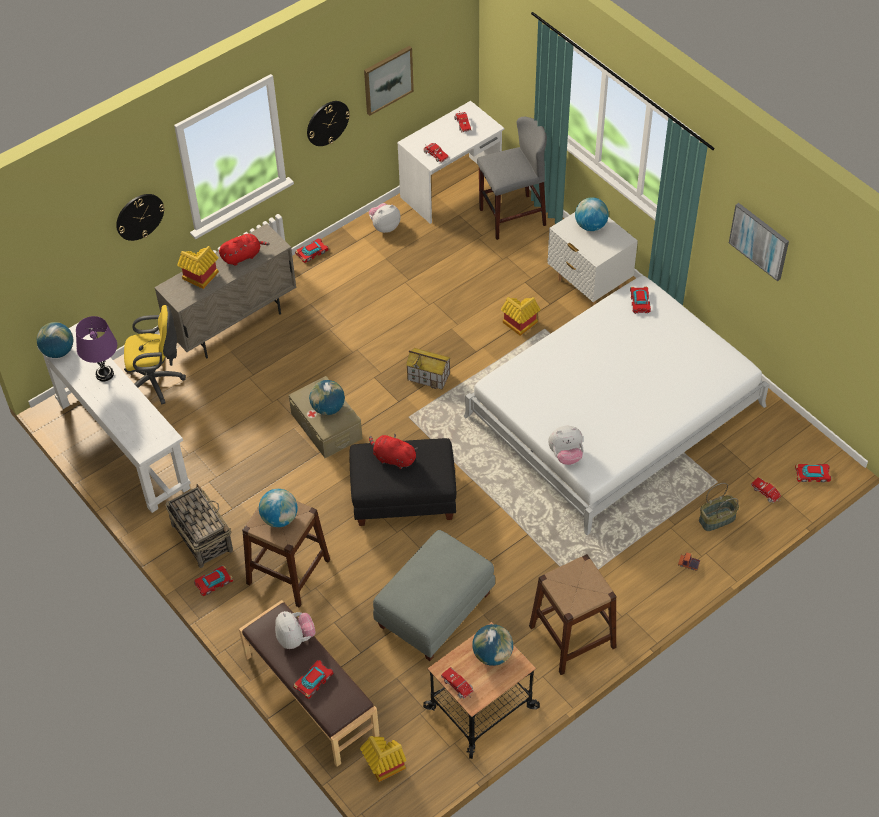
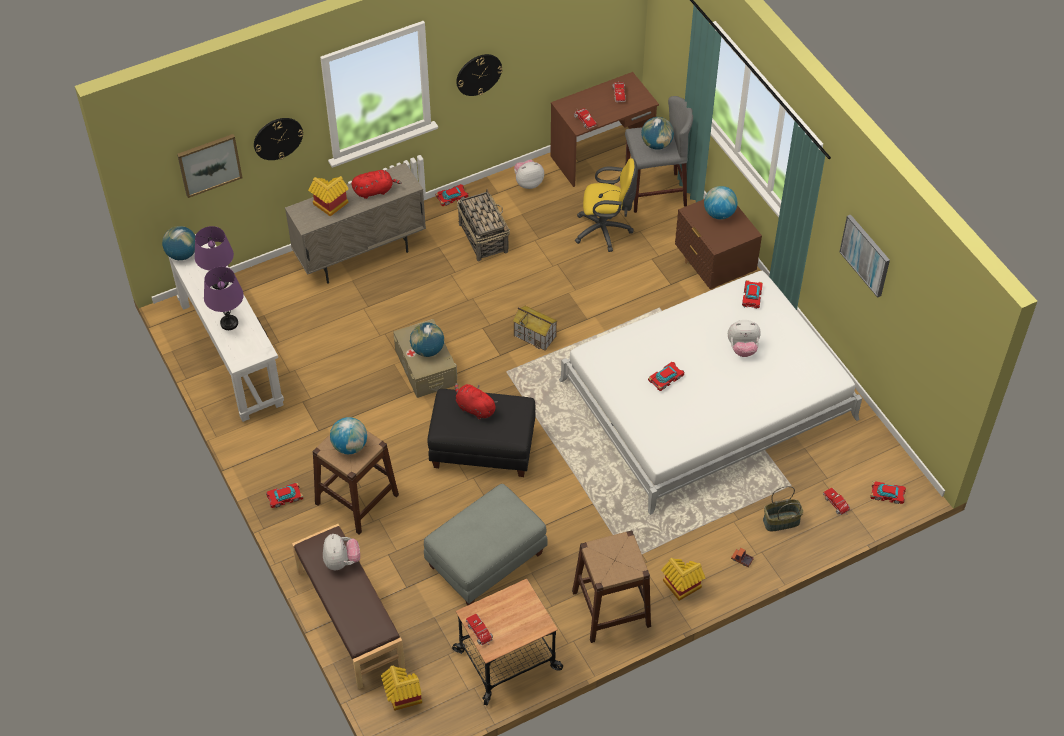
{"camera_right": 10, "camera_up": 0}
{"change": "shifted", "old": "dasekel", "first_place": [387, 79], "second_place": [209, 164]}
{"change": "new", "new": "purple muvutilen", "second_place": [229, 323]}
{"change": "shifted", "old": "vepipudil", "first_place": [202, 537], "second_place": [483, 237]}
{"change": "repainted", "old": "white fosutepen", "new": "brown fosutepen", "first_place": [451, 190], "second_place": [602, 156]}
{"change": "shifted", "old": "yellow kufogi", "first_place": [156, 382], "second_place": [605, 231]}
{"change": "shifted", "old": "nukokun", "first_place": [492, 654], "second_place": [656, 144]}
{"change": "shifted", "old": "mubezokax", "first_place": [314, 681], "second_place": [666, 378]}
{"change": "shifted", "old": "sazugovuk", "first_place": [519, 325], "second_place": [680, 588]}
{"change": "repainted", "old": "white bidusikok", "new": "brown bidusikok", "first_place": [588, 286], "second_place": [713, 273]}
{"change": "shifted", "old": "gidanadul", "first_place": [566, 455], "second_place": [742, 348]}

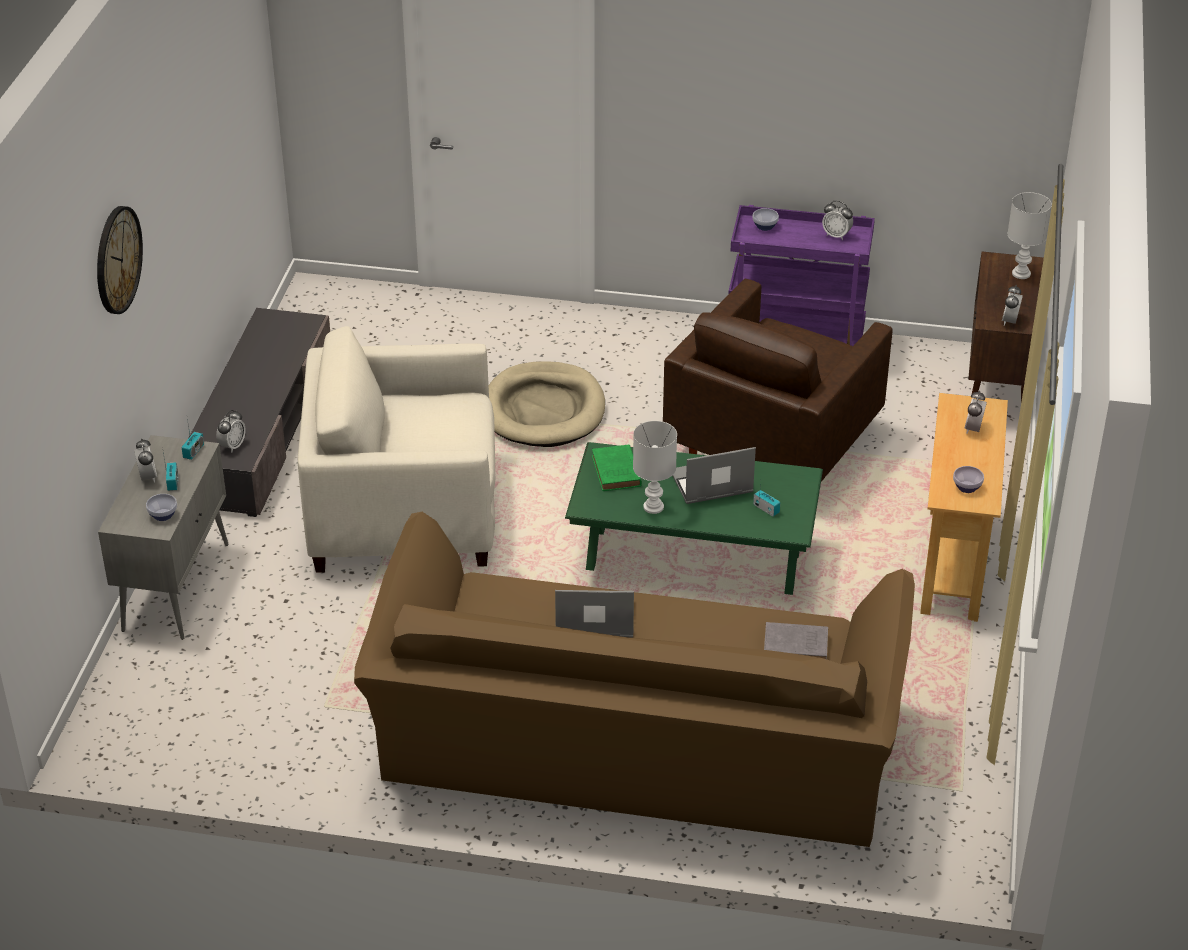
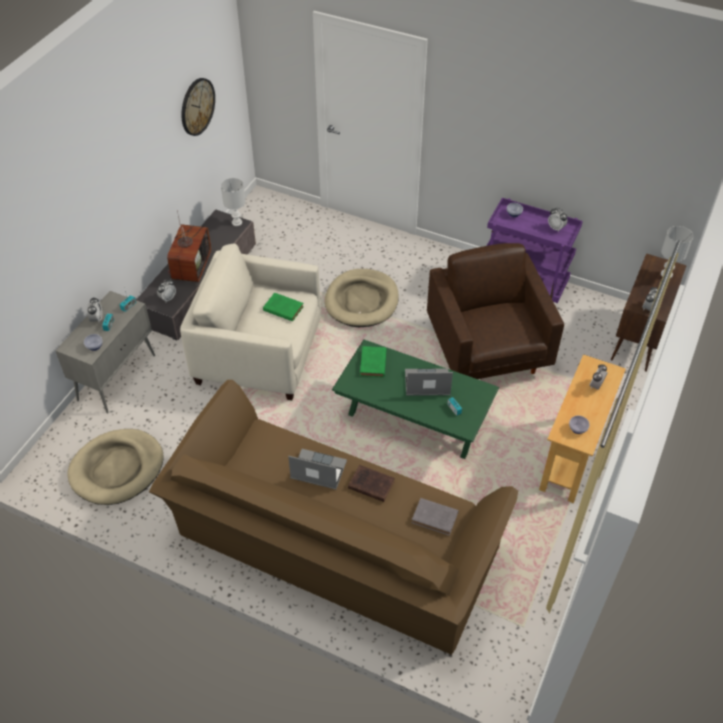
{"camera_right": 15, "camera_up": 10}
{"change": "new", "new": "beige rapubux", "second_place": [117, 469]}
{"change": "new", "new": "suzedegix", "second_place": [190, 265]}
{"change": "shifted", "old": "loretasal", "first_place": [117, 259], "second_place": [197, 106]}
{"change": "shifted", "old": "white muvutilen", "first_place": [653, 506], "second_place": [237, 222]}
{"change": "new", "new": "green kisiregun", "second_place": [282, 308]}
{"change": "new", "new": "brown kisiregun", "second_place": [370, 484]}
{"change": "rotated", "old": "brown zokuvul", "first_place": [773, 445], "second_place": [488, 351], "degrees": 120}

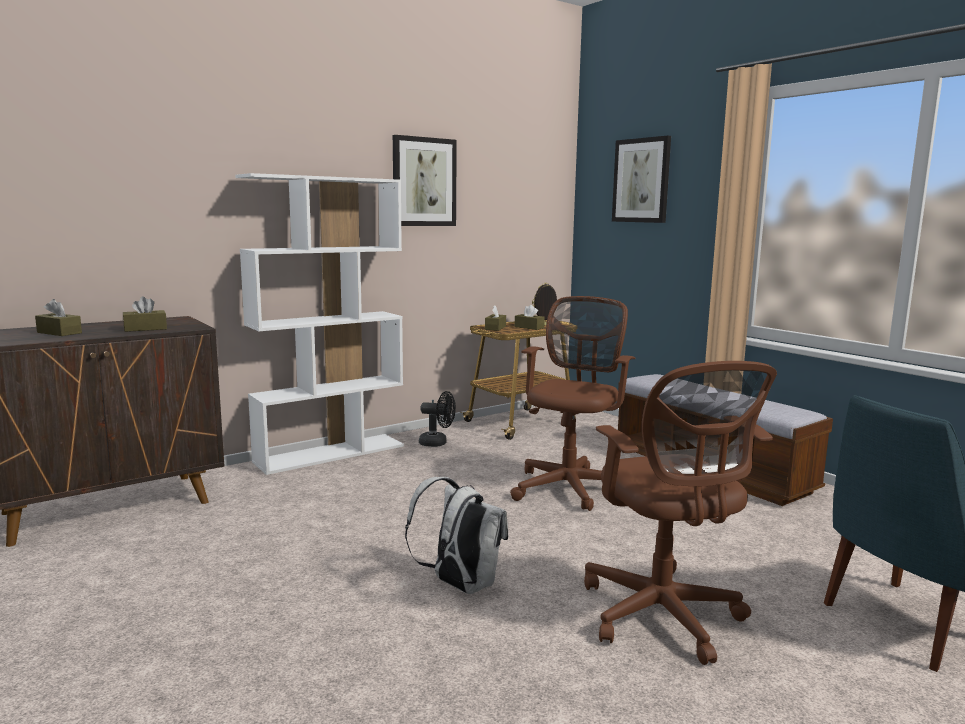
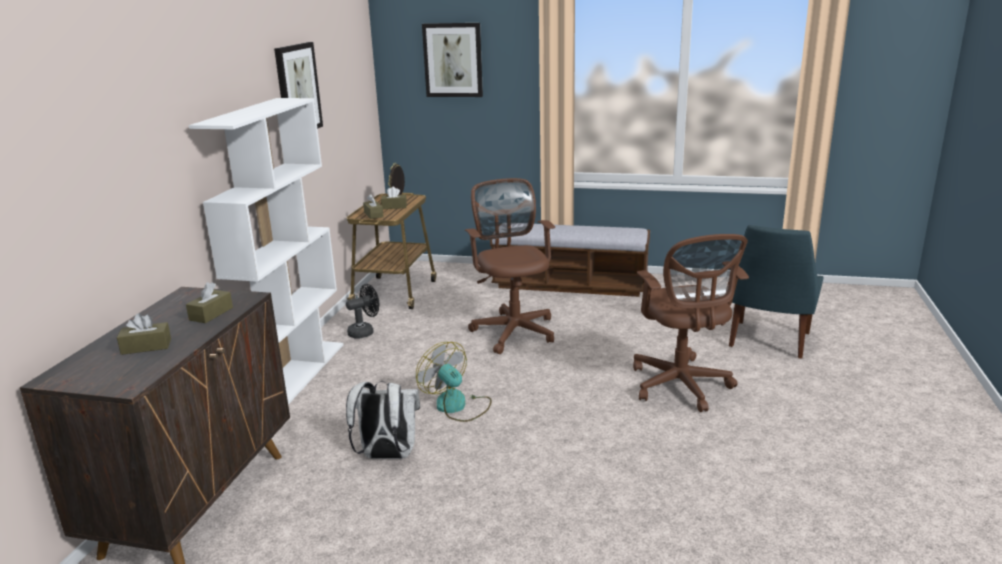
{"camera_right": -40, "camera_up": 10}
{"change": "shifted", "old": "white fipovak", "first_place": [459, 585], "second_place": [386, 456]}
{"change": "new", "new": "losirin", "second_place": [457, 406]}
{"change": "rotated", "old": "brown kufogi", "first_place": [663, 617], "second_place": [681, 387], "degrees": 45}

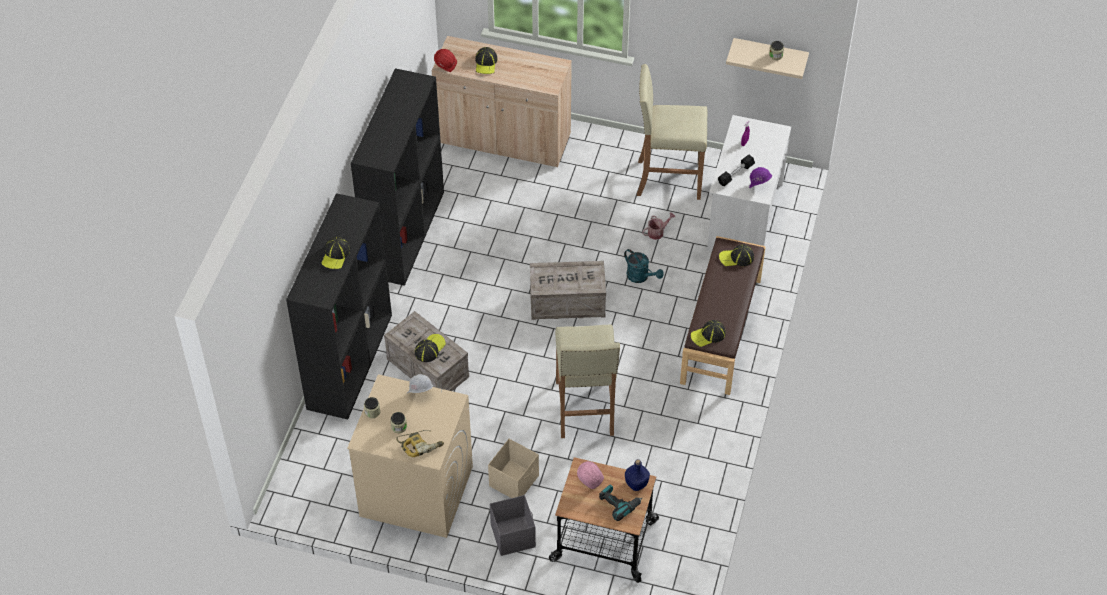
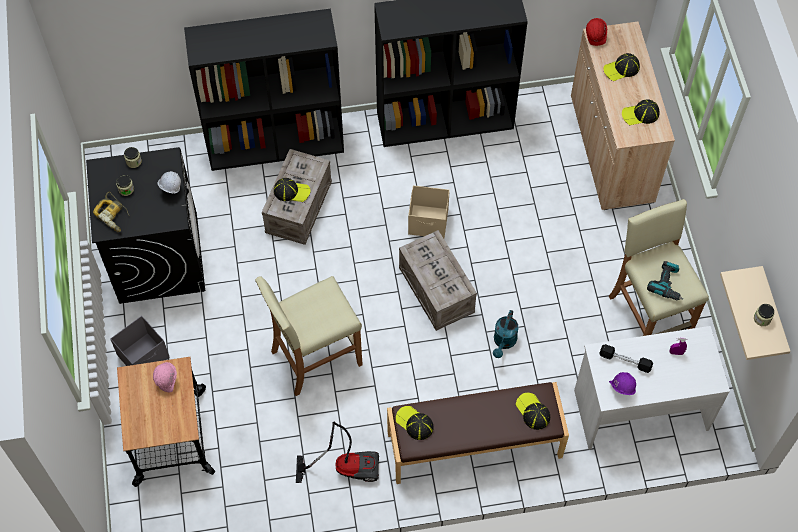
{"camera_right": 65, "camera_up": 10}
{"change": "repainted", "old": "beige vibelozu", "new": "black vibelozu", "first_place": [415, 491], "second_place": [158, 257]}
{"change": "new", "new": "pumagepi", "second_place": [345, 466]}
{"change": "shifted", "old": "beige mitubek", "first_place": [514, 480], "second_place": [429, 222]}
{"change": "shifted", "old": "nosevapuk", "first_place": [336, 255], "second_place": [640, 114]}
{"change": "shifted", "old": "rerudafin", "first_place": [619, 503], "second_place": [667, 284]}
{"change": "gone", "old": "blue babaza", "first_place": [636, 483]}
{"change": "gone", "old": "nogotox", "first_place": [657, 232]}

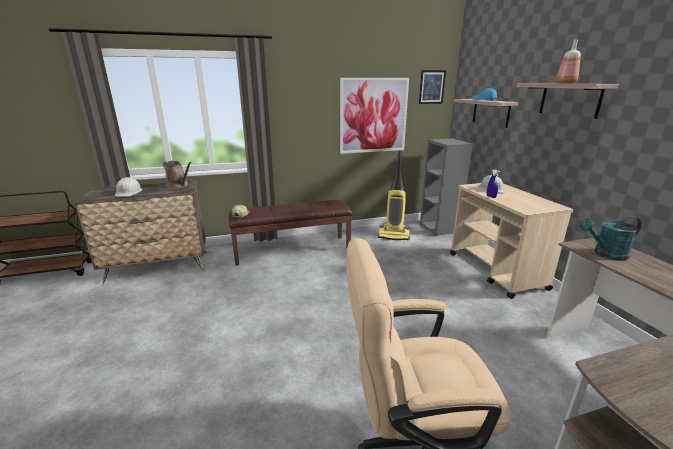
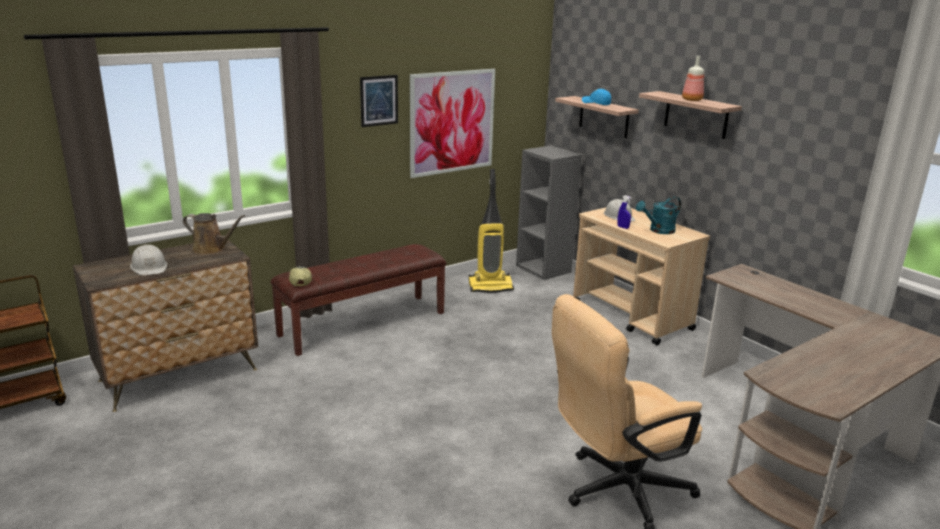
{"camera_right": -20, "camera_up": 0}
{"change": "shifted", "old": "dasekel", "first_place": [432, 87], "second_place": [379, 100]}
{"change": "shifted", "old": "turquoise nogotox", "first_place": [605, 254], "second_place": [658, 231]}

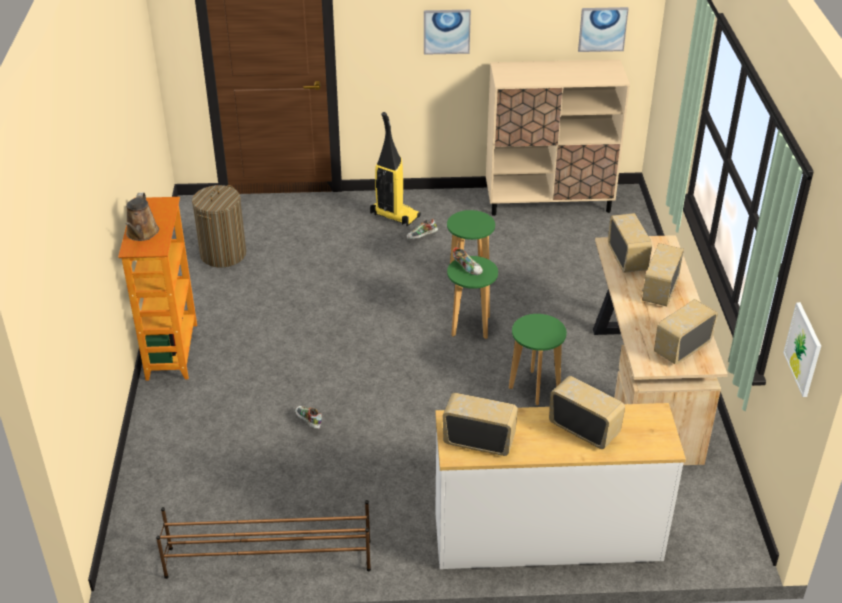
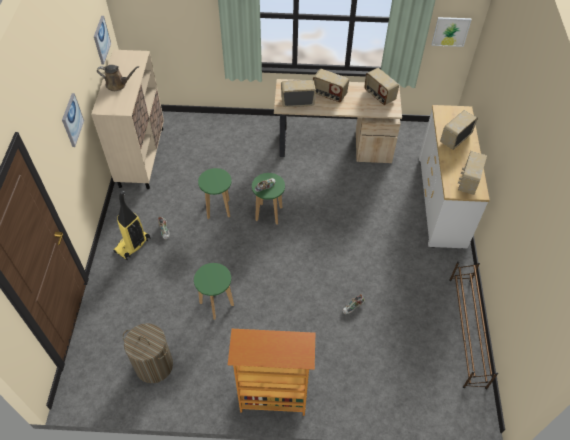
{"camera_right": -85, "camera_up": 15}
{"change": "shifted", "old": "brown nogotox", "first_place": [142, 234], "second_place": [118, 84]}
{"change": "shifted", "old": "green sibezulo", "first_place": [534, 387], "second_place": [216, 304]}

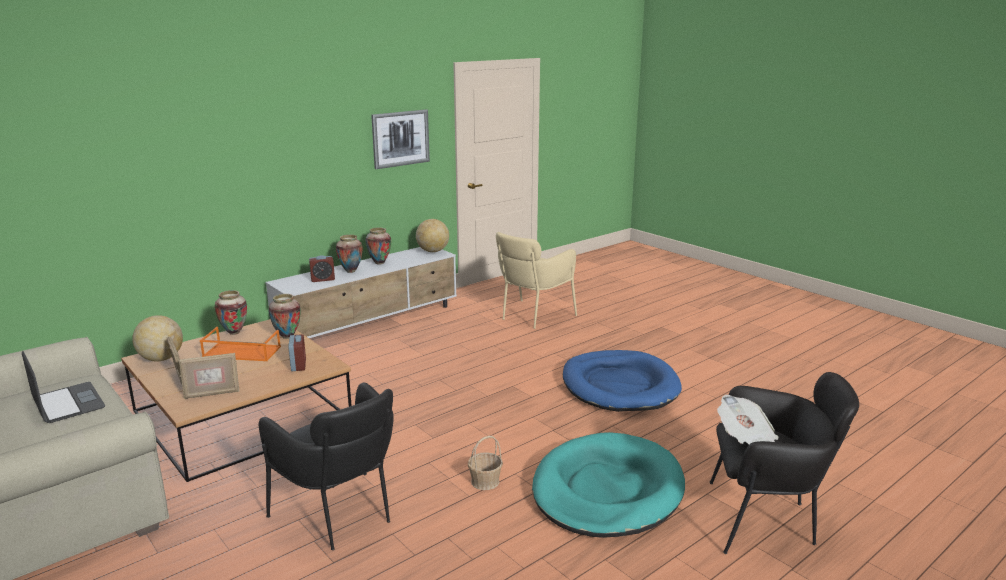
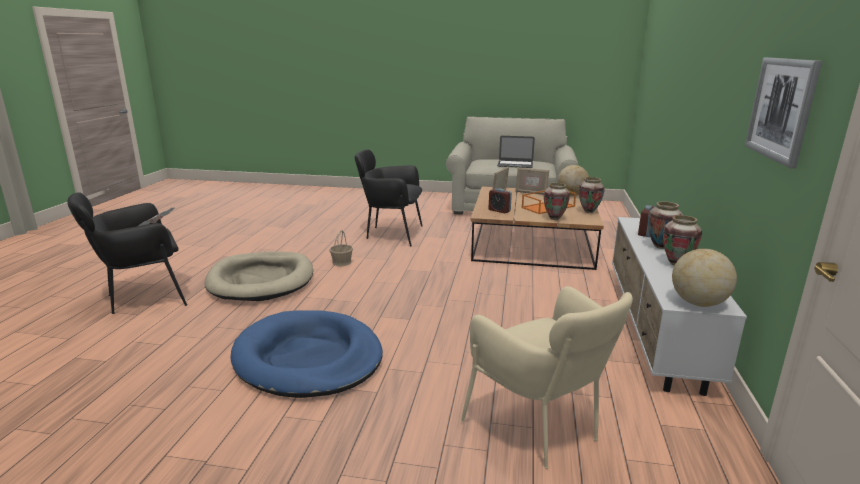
{"camera_right": 140, "camera_up": 0}
{"change": "repainted", "old": "turquoise rapubux", "new": "beige rapubux", "first_place": [607, 490], "second_place": [261, 280]}
{"change": "rotated", "old": "beige zokuvul", "first_place": [532, 316], "second_place": [541, 429], "degrees": 150}

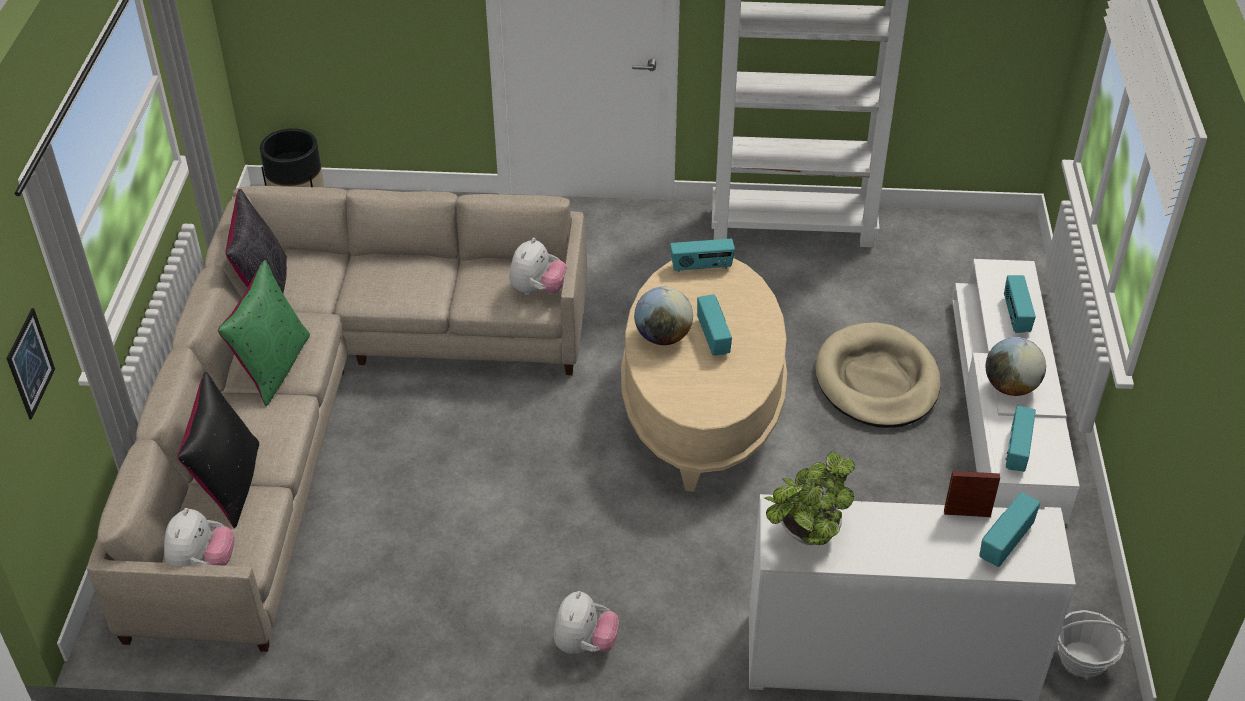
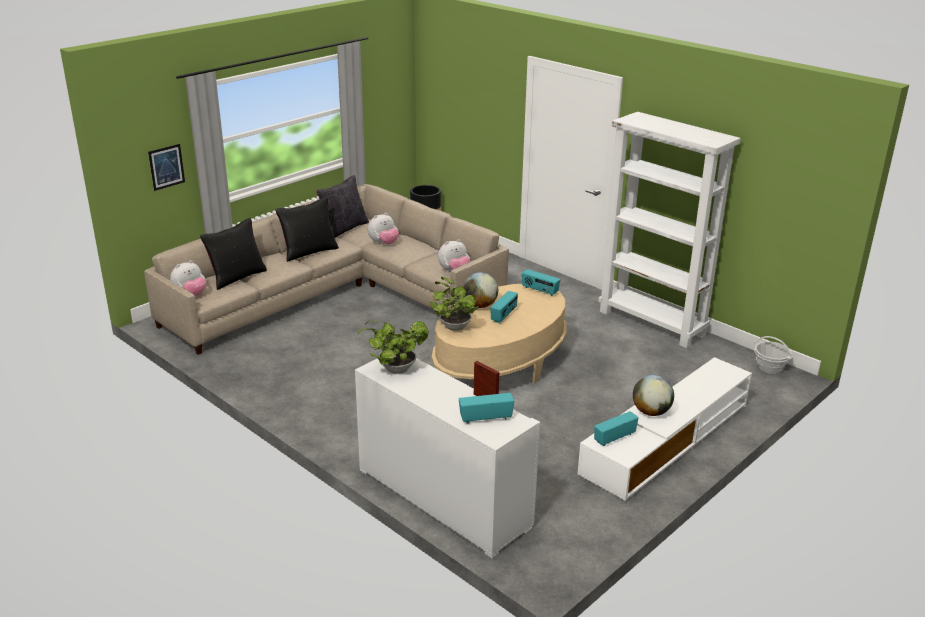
{"camera_right": 40, "camera_up": -15}
{"change": "repainted", "old": "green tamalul", "new": "black tamalul", "first_place": [273, 367], "second_place": [309, 252]}
{"change": "shifted", "old": "gidanadul", "first_place": [585, 644], "second_place": [383, 243]}
{"change": "new", "new": "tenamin", "second_place": [453, 326]}
{"change": "shifted", "old": "vepipudil", "first_place": [1082, 659], "second_place": [770, 367]}
{"change": "gone", "old": "beige rapubux", "first_place": [877, 381]}
{"change": "gone", "old": "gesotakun", "first_place": [1015, 316]}

